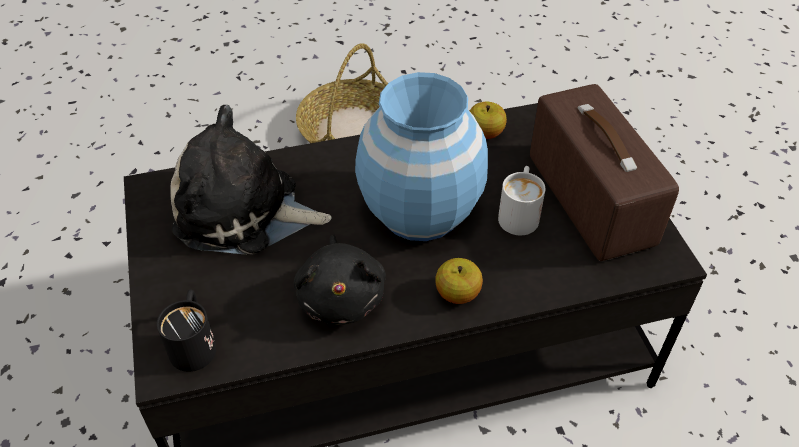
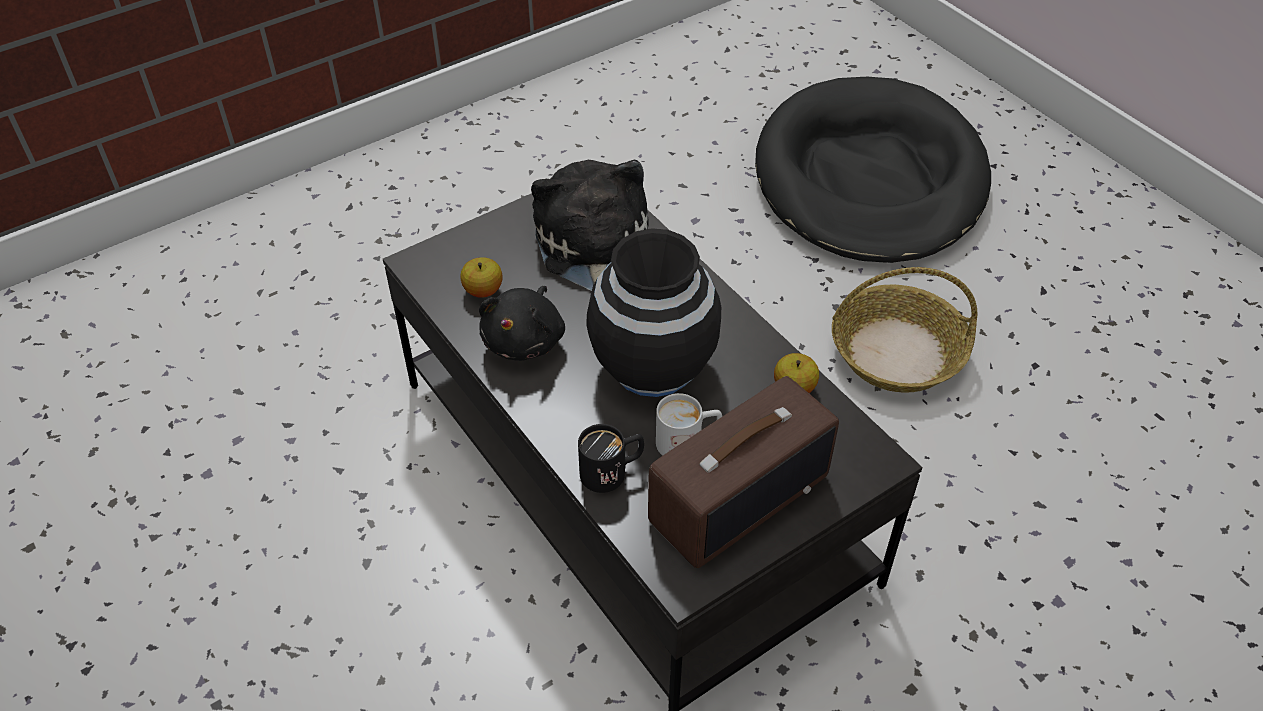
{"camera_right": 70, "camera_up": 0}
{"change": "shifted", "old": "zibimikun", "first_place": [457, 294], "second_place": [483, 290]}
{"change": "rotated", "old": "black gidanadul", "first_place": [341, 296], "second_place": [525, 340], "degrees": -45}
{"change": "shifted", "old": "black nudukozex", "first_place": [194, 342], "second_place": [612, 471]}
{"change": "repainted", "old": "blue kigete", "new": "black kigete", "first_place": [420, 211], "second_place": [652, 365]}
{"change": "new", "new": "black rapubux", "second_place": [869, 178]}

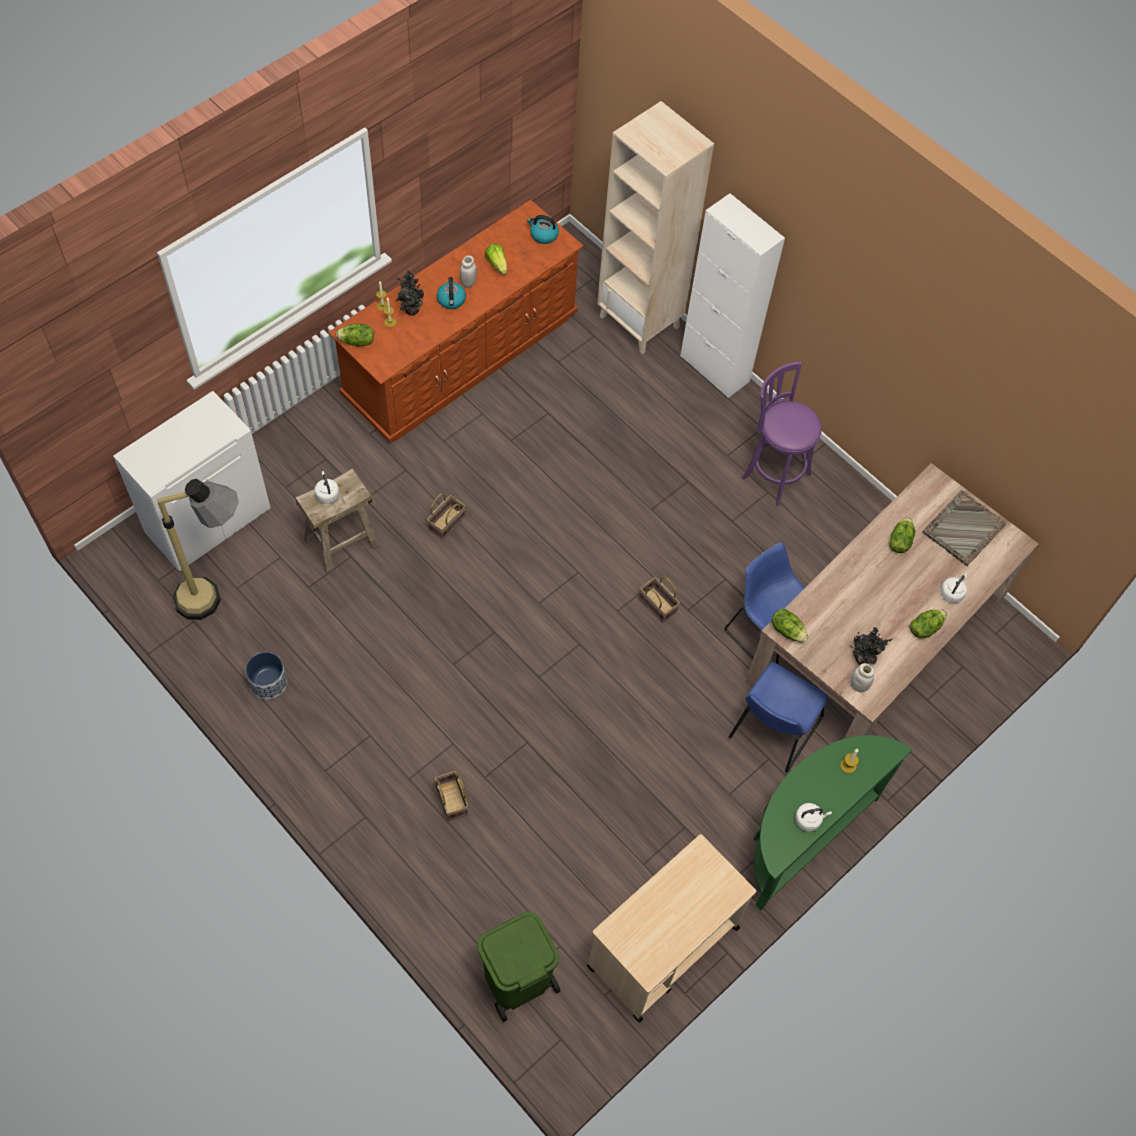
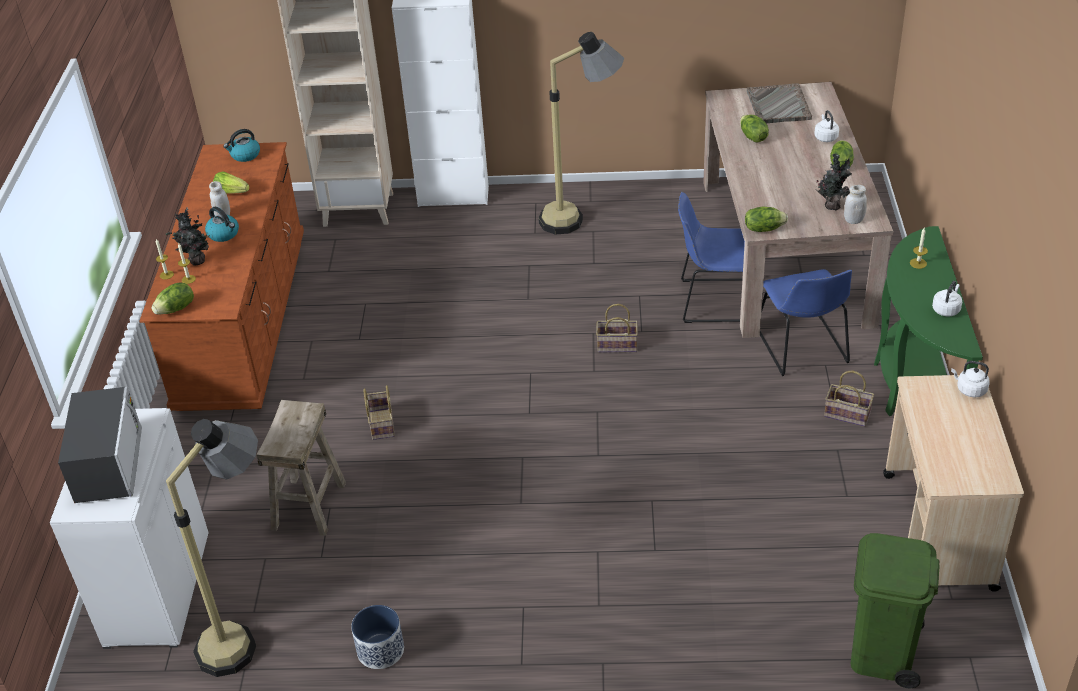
{"camera_right": -40, "camera_up": -20}
{"change": "new", "new": "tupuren", "second_place": [109, 465]}
{"change": "swapped", "old": "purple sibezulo", "new": "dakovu", "first_place": [773, 473], "second_place": [581, 219]}
{"change": "shifted", "old": "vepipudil", "first_place": [453, 801], "second_place": [848, 414]}
{"change": "shifted", "old": "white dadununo", "first_place": [327, 494], "second_place": [969, 390]}

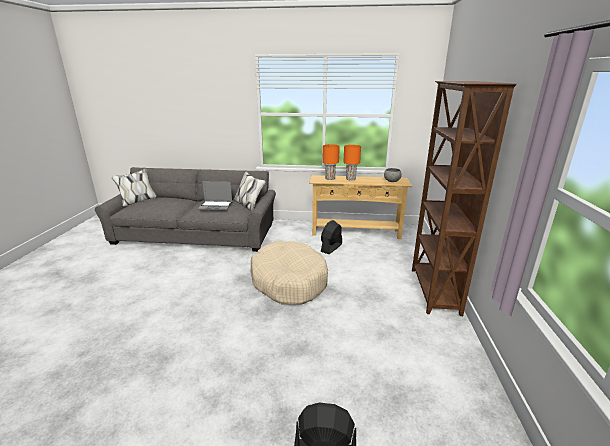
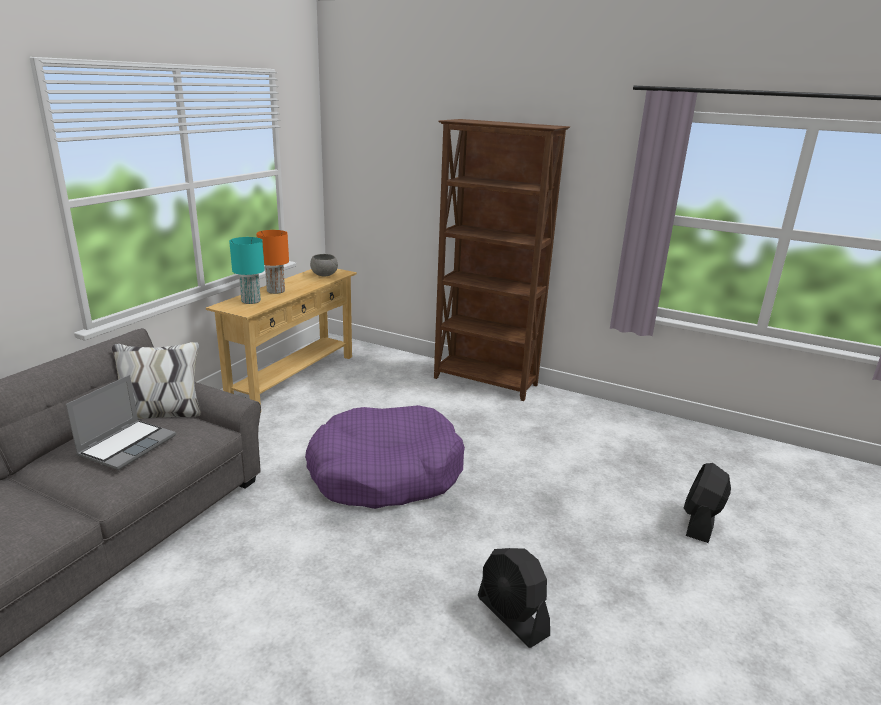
{"camera_right": -70, "camera_up": 0}
{"change": "repainted", "old": "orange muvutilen", "new": "turquoise muvutilen", "first_place": [330, 178], "second_place": [251, 301]}
{"change": "repainted", "old": "beige rapubux", "new": "purple rapubux", "first_place": [288, 281], "second_place": [385, 473]}
{"change": "shifted", "old": "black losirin", "first_place": [331, 247], "second_place": [512, 616]}

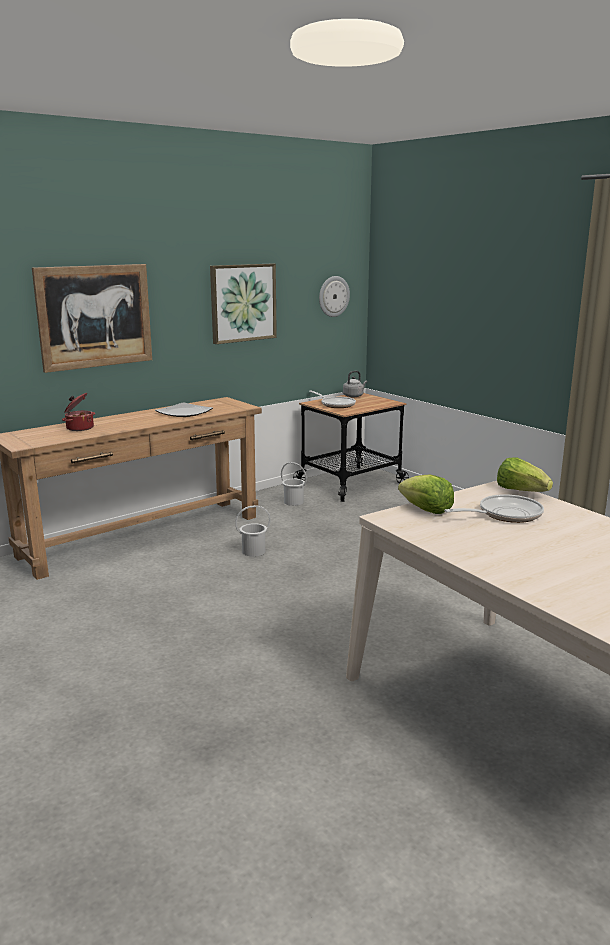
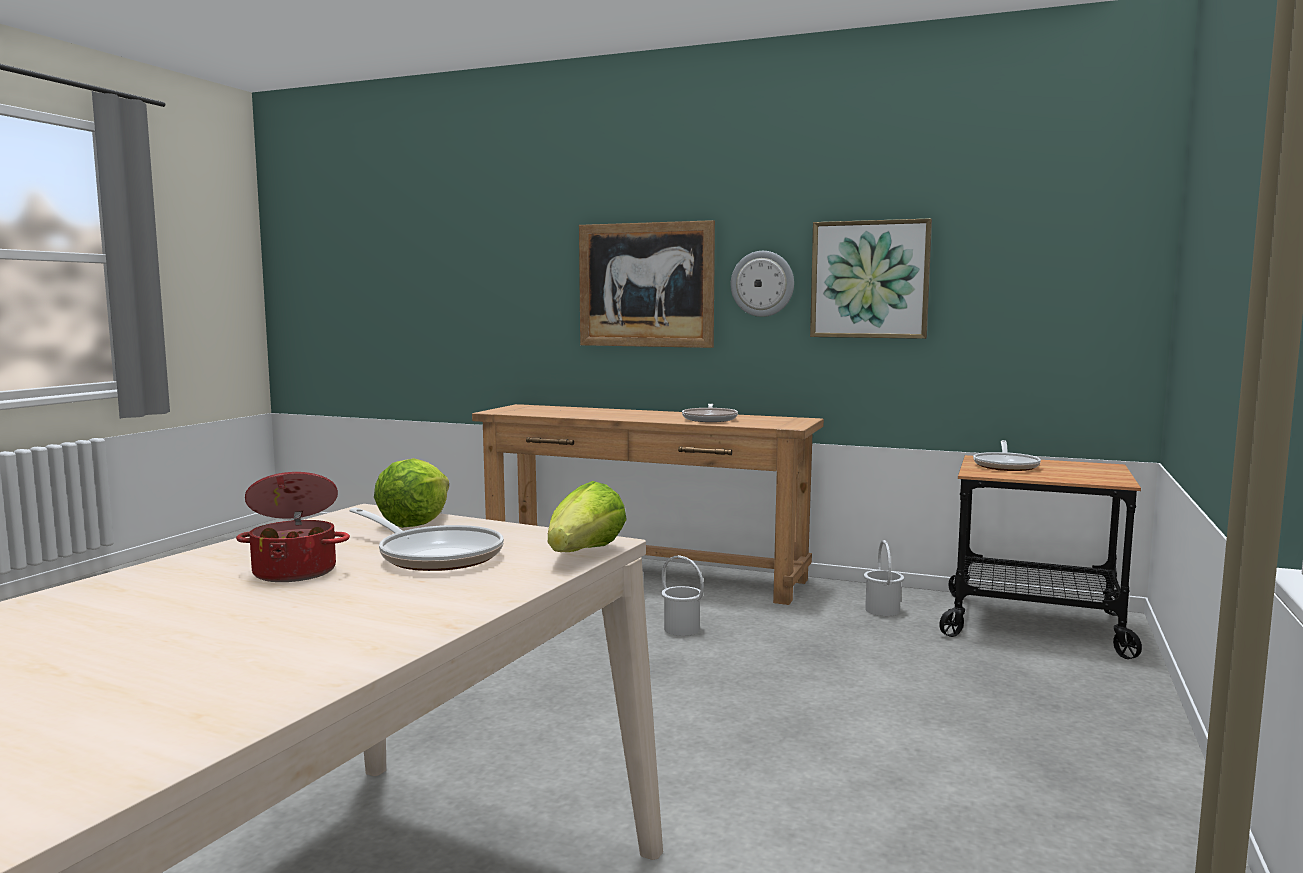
{"camera_right": 60, "camera_up": -10}
{"change": "shifted", "old": "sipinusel", "first_place": [79, 428], "second_place": [296, 571]}
{"change": "swapped", "old": "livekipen", "new": "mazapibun", "first_place": [184, 412], "second_place": [710, 419]}
{"change": "shifted", "old": "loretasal", "first_place": [333, 296], "second_place": [762, 283]}
{"change": "gone", "old": "grey dadununo", "first_place": [354, 396]}

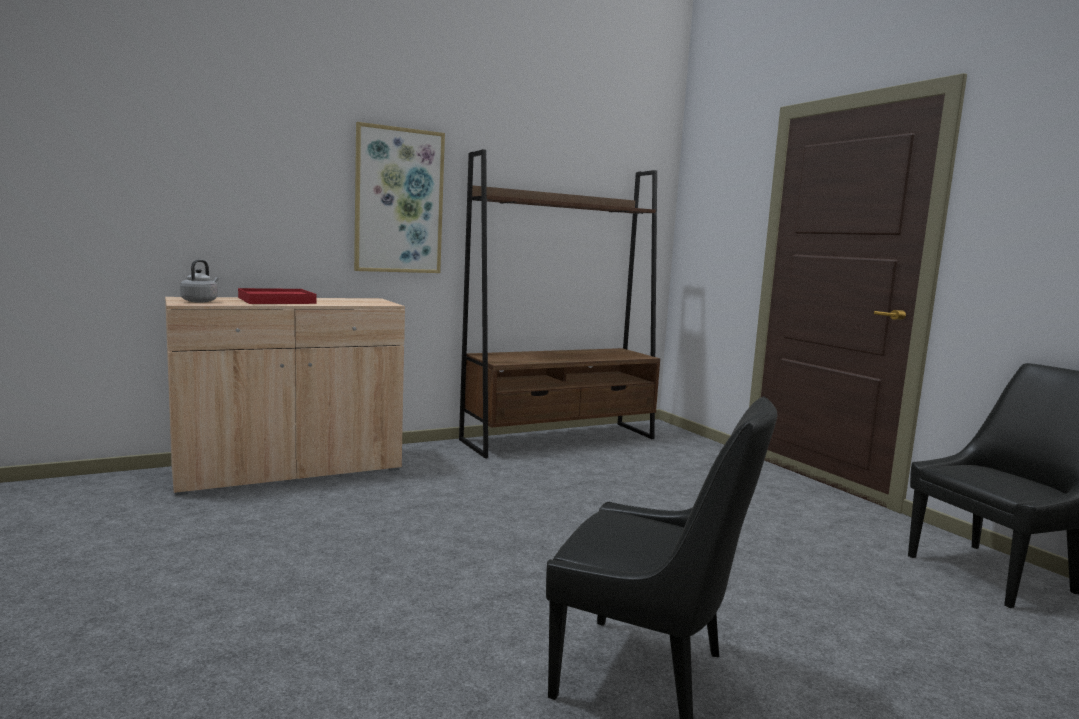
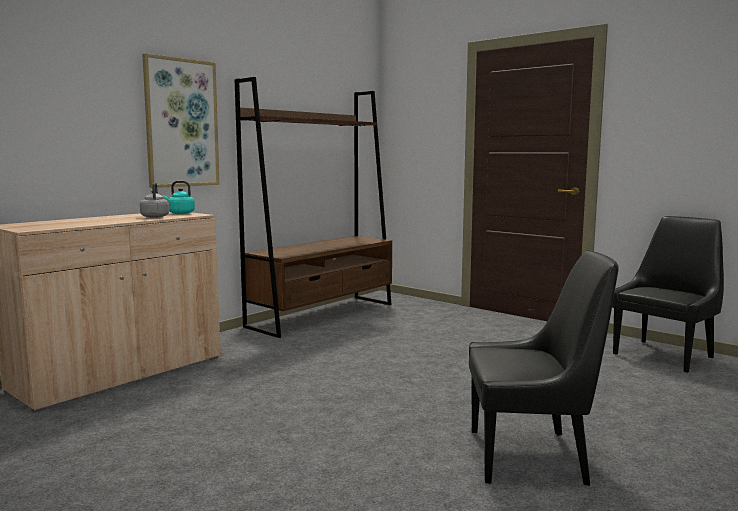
{"camera_right": -20, "camera_up": 0}
{"change": "shifted", "old": "grey dadununo", "first_place": [200, 301], "second_place": [155, 216]}
{"change": "new", "new": "turquoise dadununo", "second_place": [180, 213]}
{"change": "gone", "old": "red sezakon", "first_place": [276, 300]}

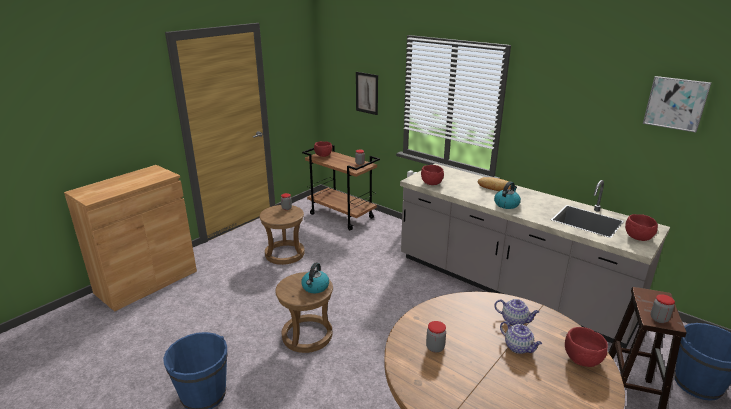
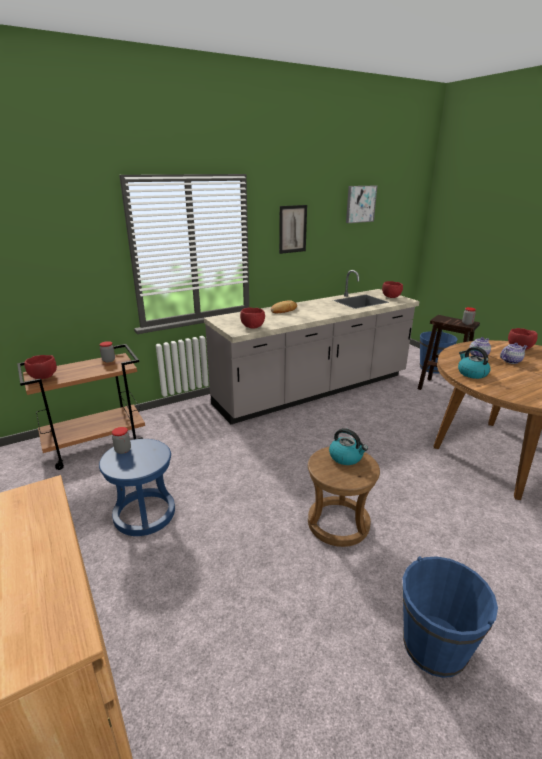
{"camera_right": -70, "camera_up": 0}
{"change": "repainted", "old": "brown sibezulo", "new": "blue sibezulo", "first_place": [284, 254], "second_place": [144, 514]}
{"change": "shifted", "old": "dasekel", "first_place": [367, 93], "second_place": [292, 229]}
{"change": "shifted", "old": "dadununo", "first_place": [506, 204], "second_place": [471, 373]}
{"change": "gone", "old": "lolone", "first_place": [435, 347]}

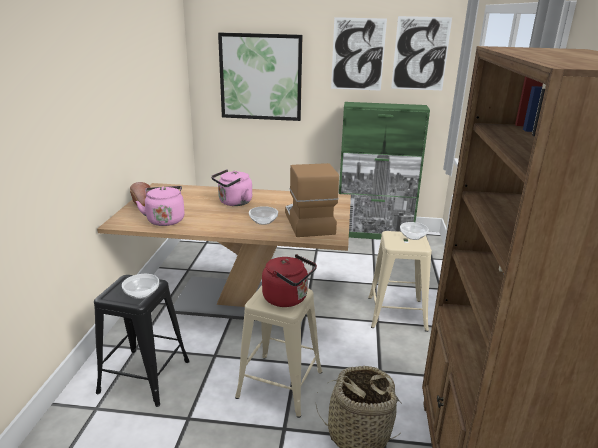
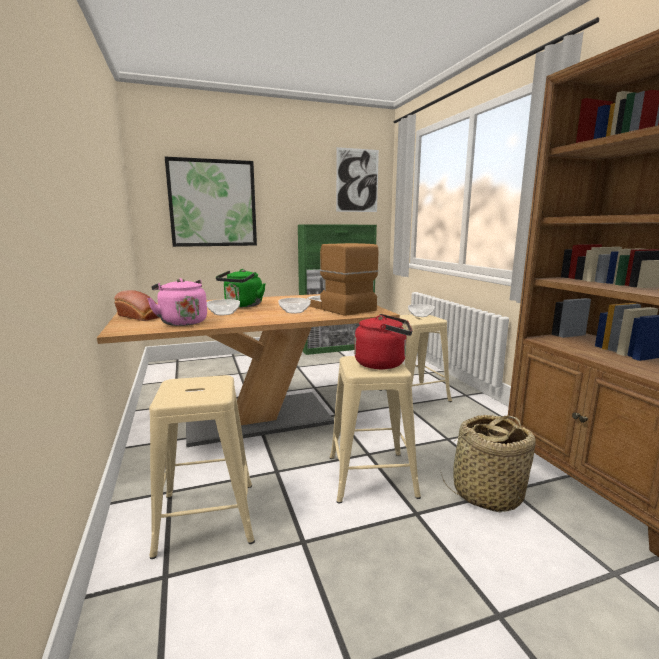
{"camera_right": -25, "camera_up": -10}
{"change": "repainted", "old": "black sibezulo", "new": "beige sibezulo", "first_place": [144, 376], "second_place": [206, 517]}
{"change": "shifted", "old": "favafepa", "first_place": [142, 293], "second_place": [223, 313]}
{"change": "repainted", "old": "pink dadununo", "new": "green dadununo", "first_place": [233, 203], "second_place": [242, 306]}
{"change": "gone", "old": "dasekel", "first_place": [358, 54]}

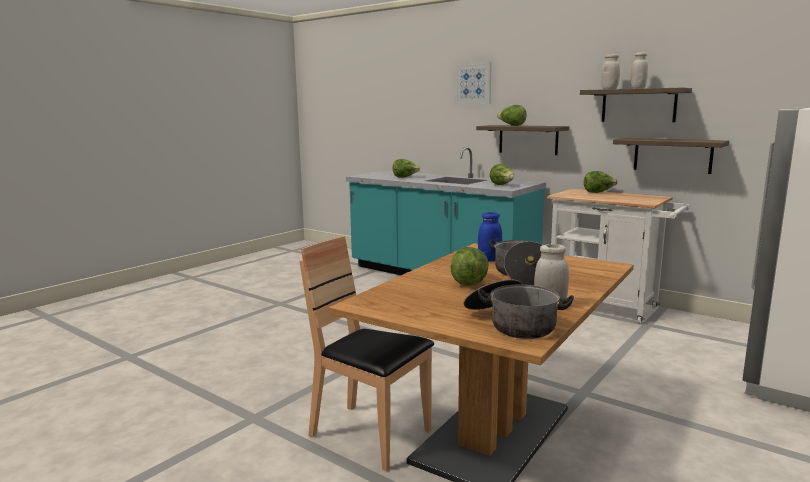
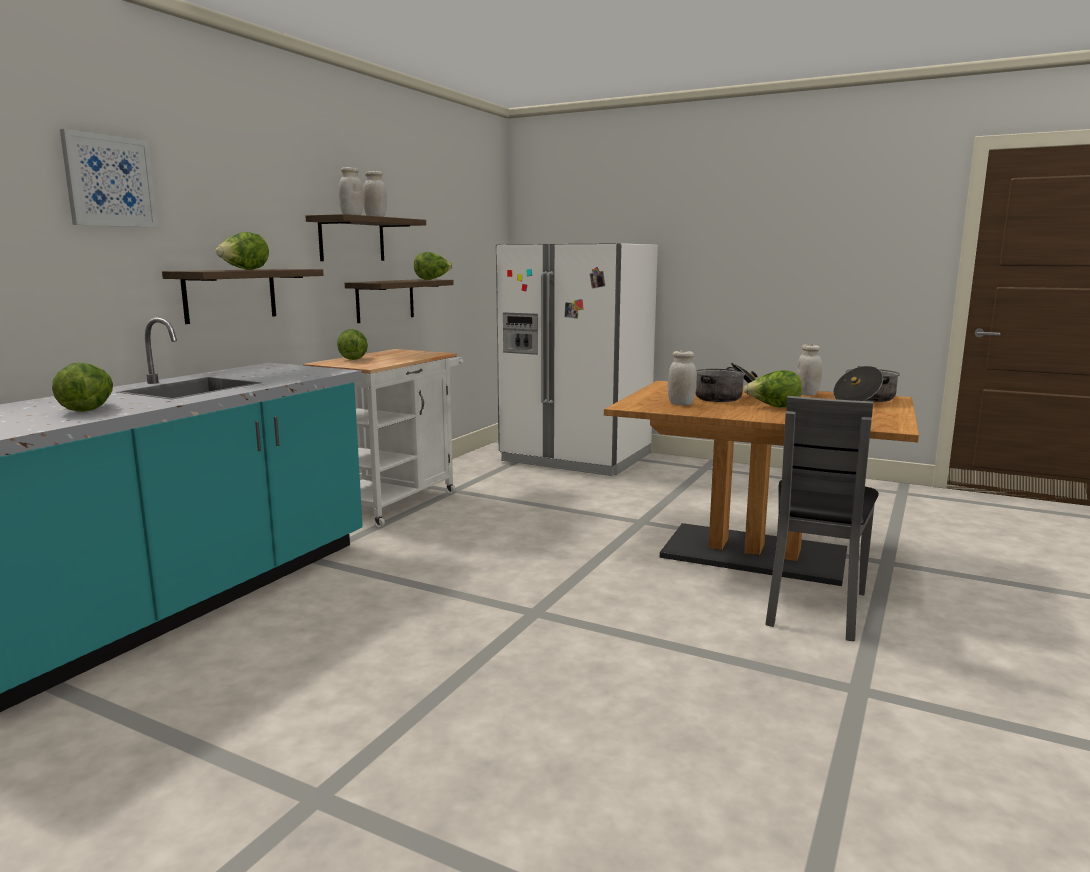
{"camera_right": -100, "camera_up": 0}
{"change": "shifted", "old": "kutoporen", "first_place": [502, 185], "second_place": [432, 279]}
{"change": "repainted", "old": "blue lolone", "new": "white lolone", "first_place": [489, 259], "second_place": [681, 404]}
{"change": "repainted", "old": "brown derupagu", "new": "grey derupagu", "first_place": [370, 435], "second_place": [814, 607]}

